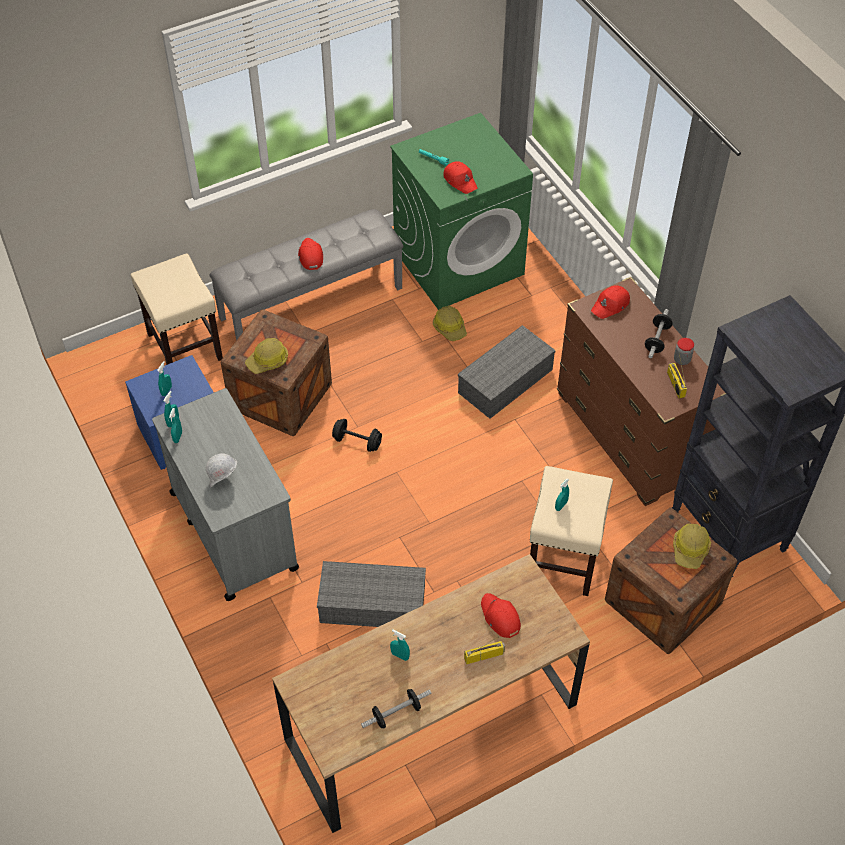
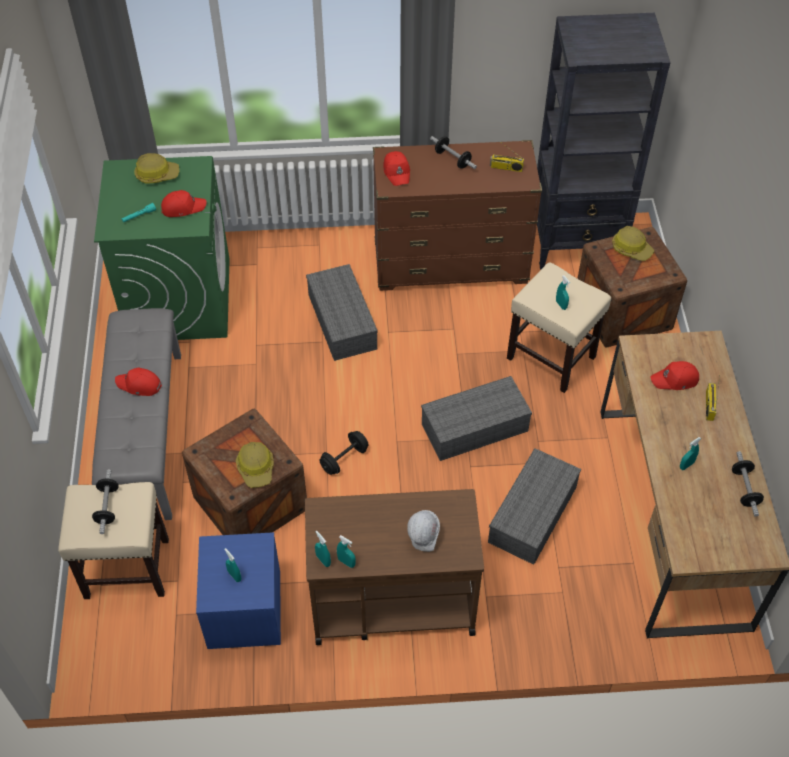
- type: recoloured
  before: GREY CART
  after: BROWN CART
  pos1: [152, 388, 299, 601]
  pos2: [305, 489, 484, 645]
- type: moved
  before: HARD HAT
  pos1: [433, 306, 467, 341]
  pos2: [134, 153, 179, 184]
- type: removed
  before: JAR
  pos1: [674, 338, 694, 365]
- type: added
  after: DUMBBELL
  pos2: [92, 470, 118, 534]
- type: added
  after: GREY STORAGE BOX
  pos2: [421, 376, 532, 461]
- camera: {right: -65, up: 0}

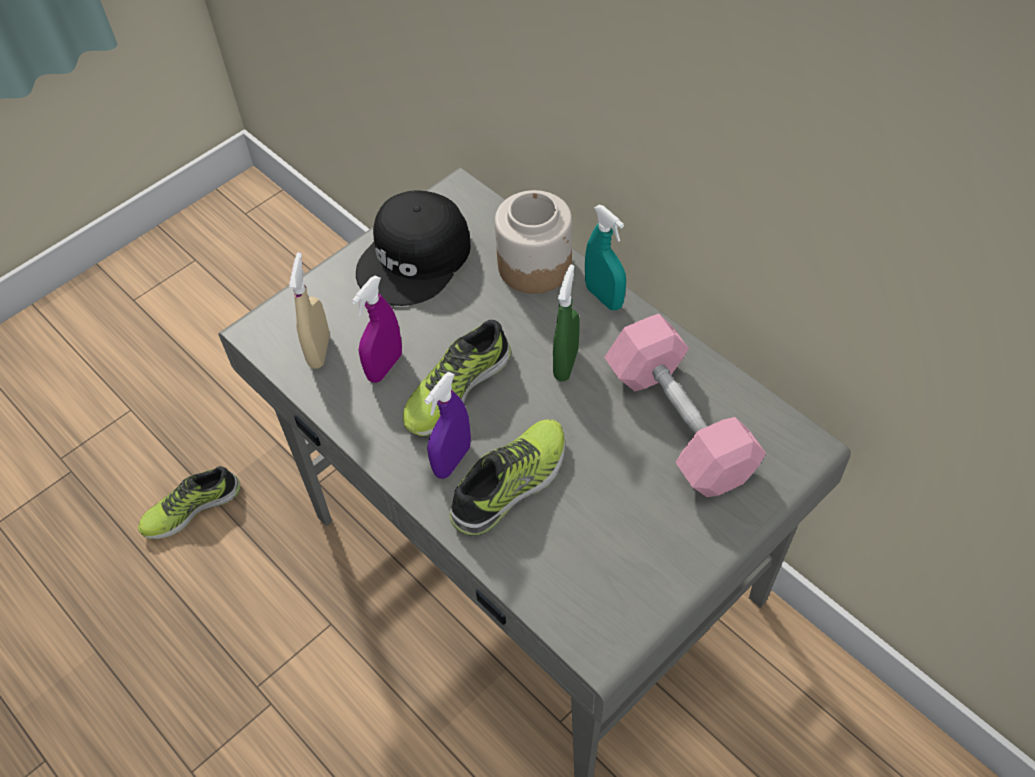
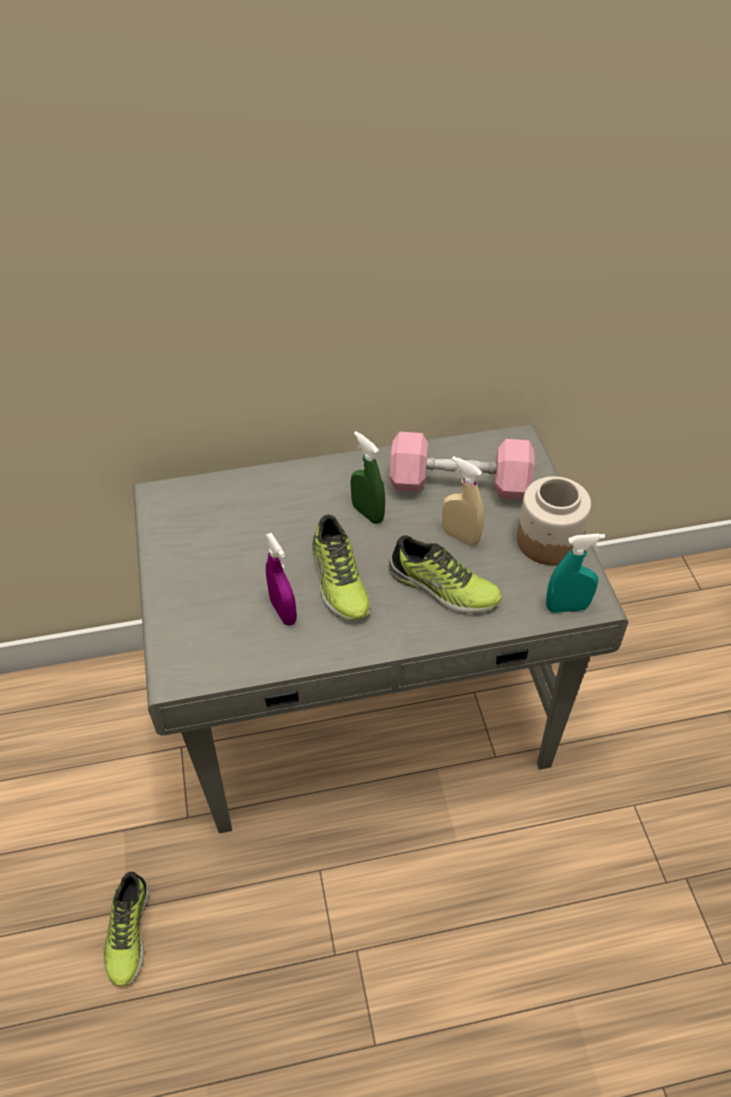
- type: moved
  before: BEIGE SPRAY BOTTLE
  pos1: [289, 252, 330, 369]
  pos2: [442, 456, 484, 546]
- type: removed
  before: BLACK CAP
  pos1: [356, 191, 471, 306]
- type: removed
  before: PURPLE SPRAY BOTTLE
  pos1: [424, 372, 471, 479]
- type: turned
  before: SHOE
  pos1: [449, 419, 565, 536]
  pos2: [388, 535, 502, 614]
  turn: 135
- type: moved
  before: JAR
  pos1: [495, 190, 572, 294]
  pos2: [517, 476, 591, 565]
- type: moved
  before: TURQUOISE SPRAY BOTTLE
  pos1: [585, 205, 626, 310]
  pos2: [546, 533, 605, 613]
- camera: {right: -60, up: -5}

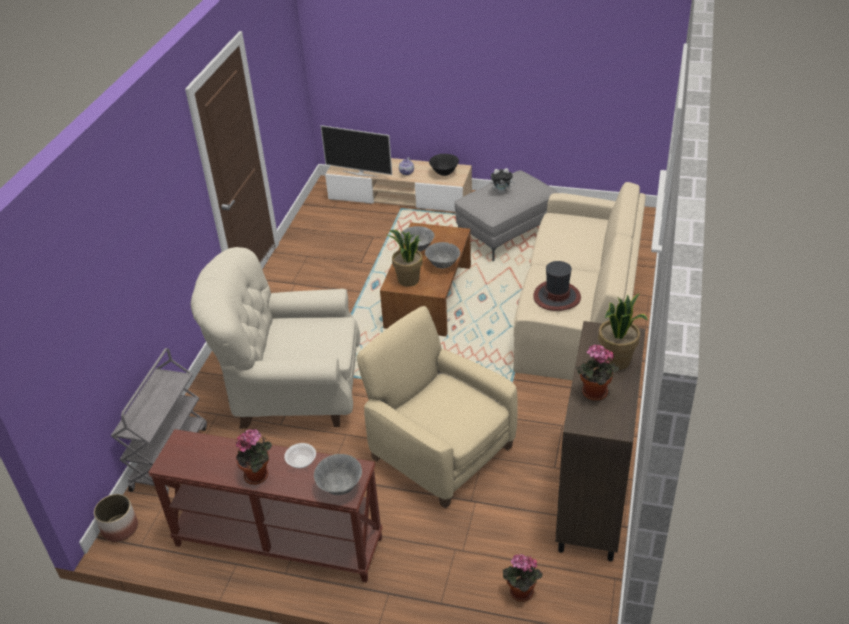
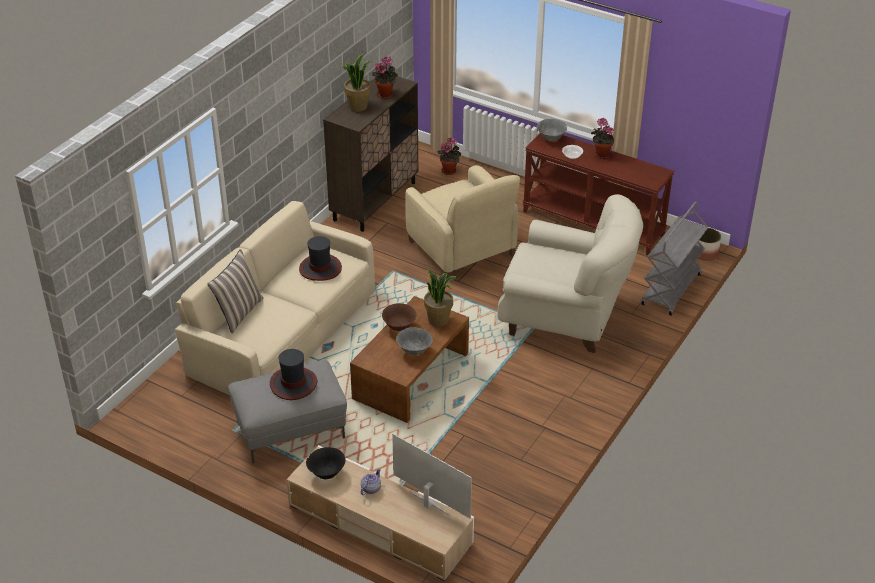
- type: recoloured
  before: GREY BOWL
  after: BROWN BOWL
  pos1: [425, 242, 460, 268]
  pos2: [382, 303, 416, 331]
- type: replaced
  before: PLUSH TOY
  after: HAT
  pos1: [490, 168, 515, 194]
  pos2: [270, 349, 317, 400]
- type: added
  after: PILLOW
  pos2: [208, 249, 264, 333]
- camera: {right: -165, up: 0}

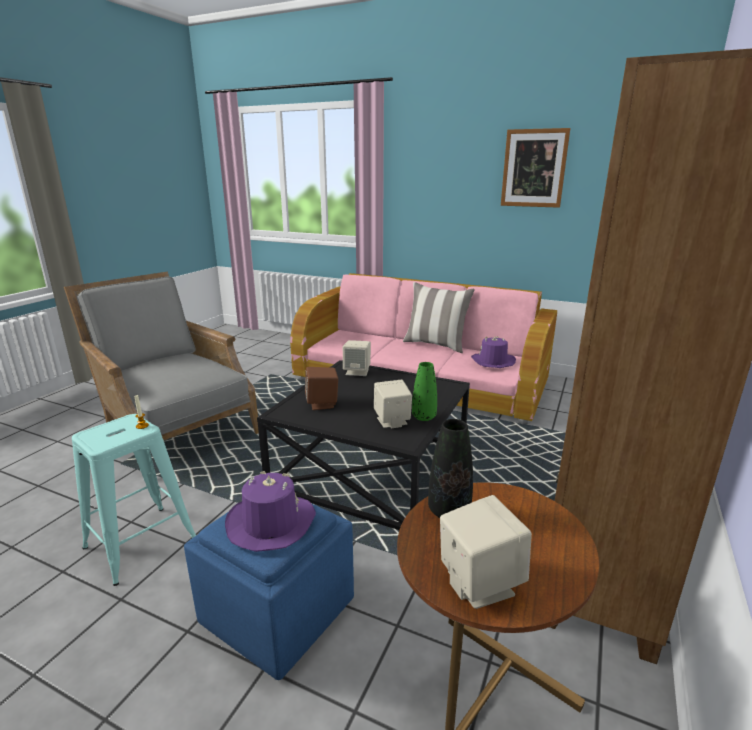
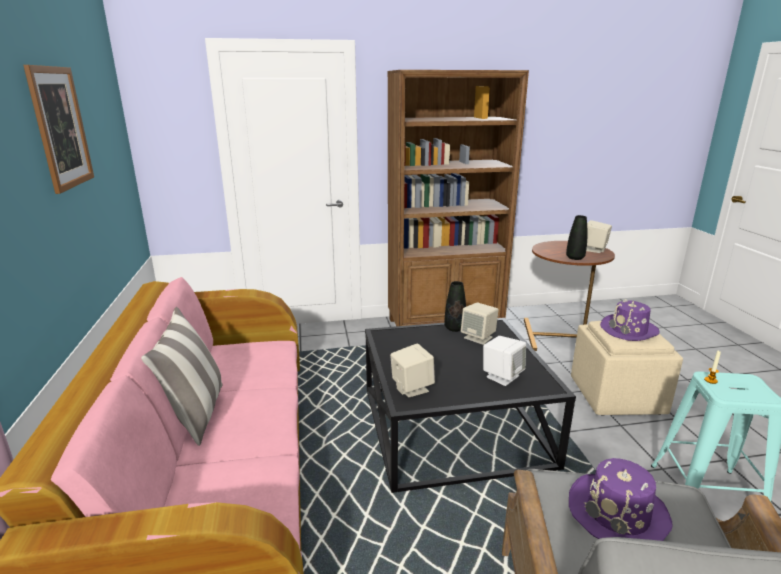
- type: recoloured
  before: BLUE OTTOMAN
  after: BEIGE OTTOMAN
  pos1: [184, 503, 354, 680]
  pos2: [571, 321, 683, 415]
- type: recoloured
  before: BROWN SPEAKER
  after: WHITE SPEAKER
  pos1: [305, 367, 338, 410]
  pos2: [483, 336, 526, 386]
- type: recoloured
  before: GREEN VASE
  after: BLACK VASE
  pos1: [412, 362, 437, 421]
  pos2: [445, 281, 466, 332]
- type: moved
  before: PURPLE HAT
  pos1: [471, 336, 516, 368]
  pos2: [569, 458, 673, 541]
- camera: {right: -125, up: 0}

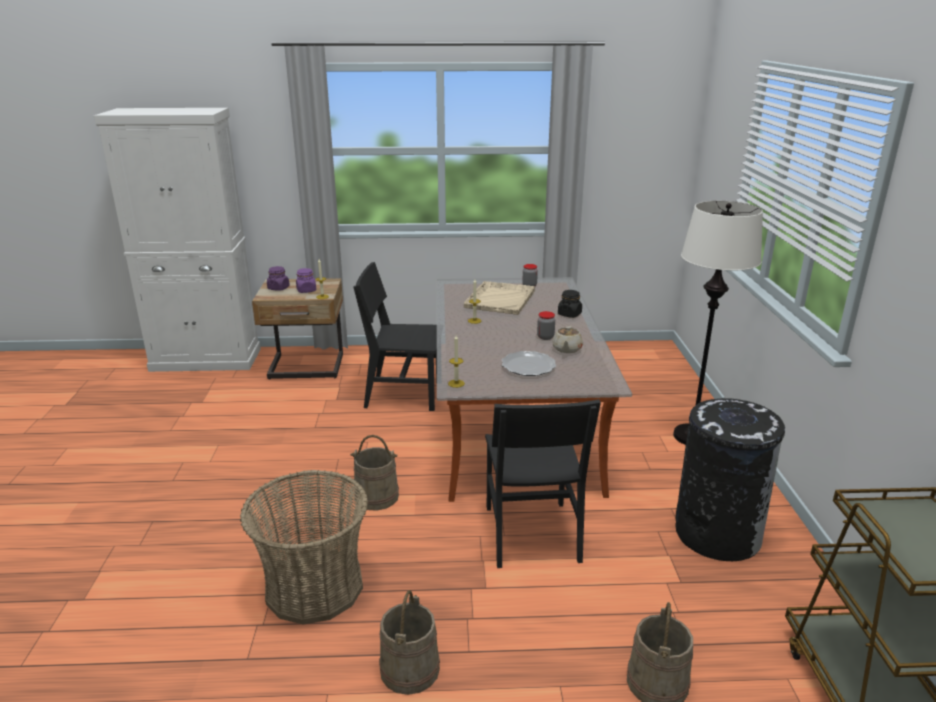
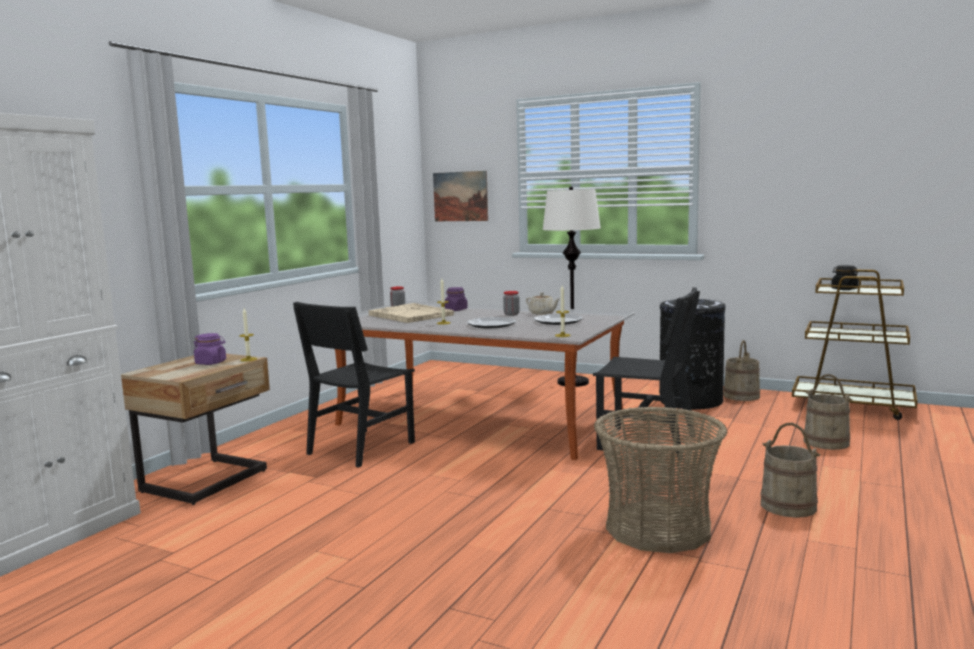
- type: moved
  before: PURPLE JAR
  pos1: [267, 266, 290, 291]
  pos2: [445, 287, 468, 311]
- type: moved
  before: BEIGE BUCKET
  pos1: [350, 435, 399, 510]
  pos2: [723, 340, 761, 401]
- type: moved
  before: BLACK JAR
  pos1: [558, 290, 582, 318]
  pos2: [831, 265, 859, 290]
- type: added
  after: PICTURE
  pos2: [433, 171, 488, 221]
- type: added
  after: PLATE
  pos2: [467, 317, 516, 328]
- camera: {right: -60, up: -15}

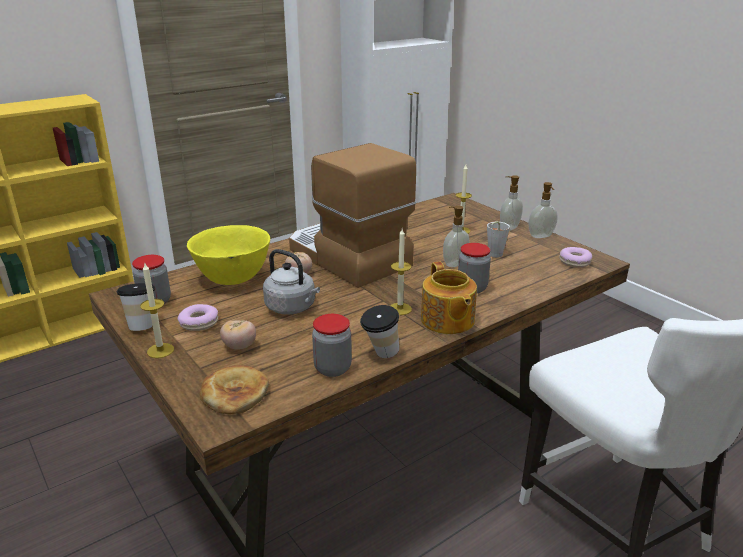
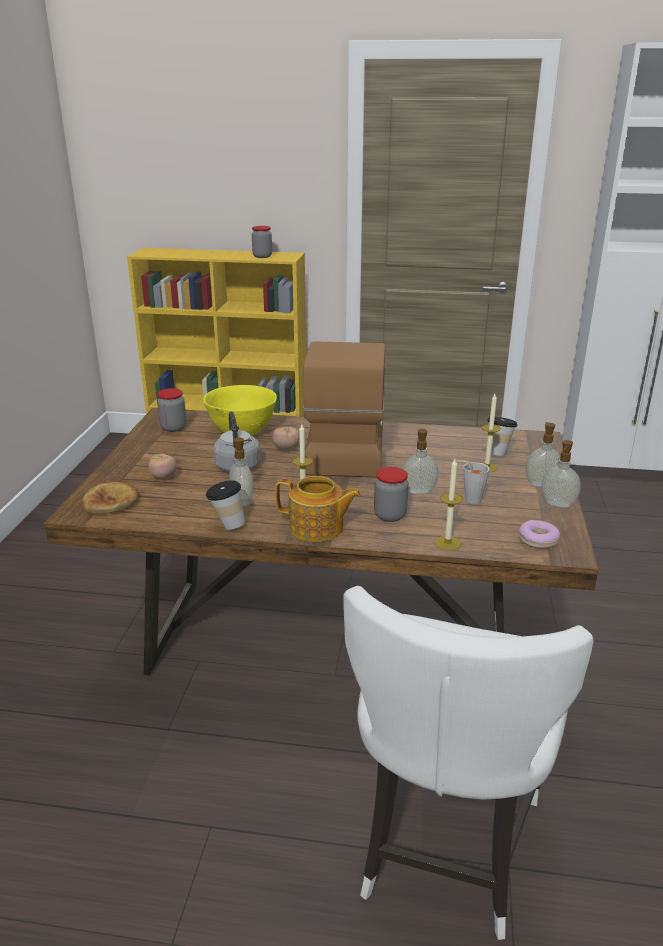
- type: moved
  before: CUP
  pos1: [116, 283, 155, 331]
  pos2: [487, 417, 518, 456]
- type: moved
  before: CANDLE
  pos1: [140, 262, 174, 358]
  pos2: [435, 459, 463, 550]
- type: removed
  before: DONUT
  pos1: [178, 304, 218, 331]
- type: moved
  before: JAR
  pos1: [312, 314, 352, 377]
  pos2: [252, 226, 272, 258]
- type: turned
  before: TEAPOT
  pos1: [421, 262, 477, 334]
  pos2: [275, 476, 361, 542]
  turn: -105
- type: added
  after: SOAP DISPENSER
  pos2: [229, 438, 253, 506]
- camera: {right: 45, up: 0}

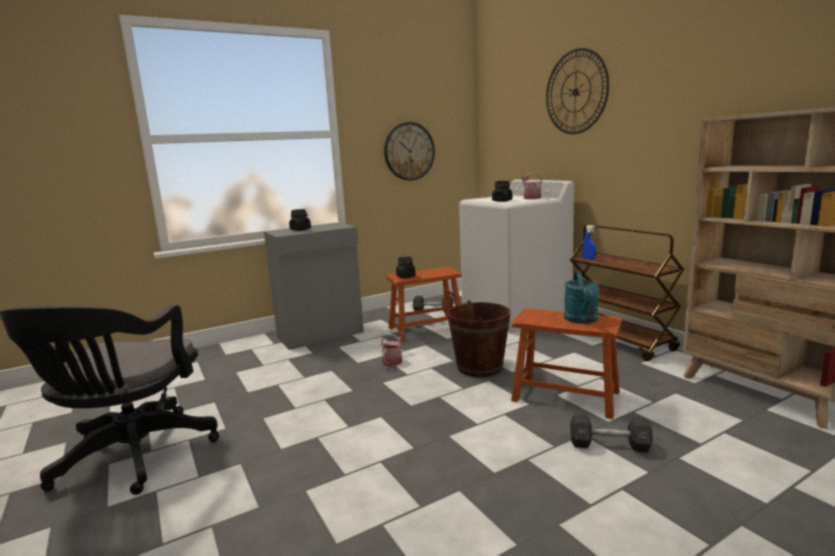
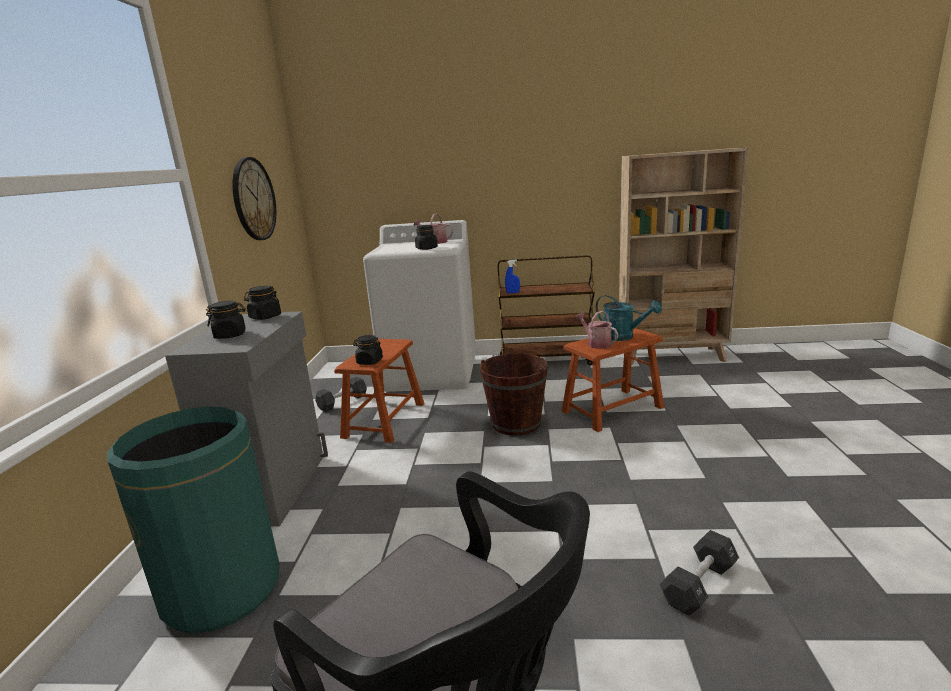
- type: moved
  before: WATERING CAN
  pos1: [381, 332, 405, 366]
  pos2: [575, 311, 618, 349]
- type: removed
  before: WALL CLOCK
  pos1: [546, 48, 609, 134]
- type: moved
  before: BLACK DUMBBELL
  pos1: [570, 414, 653, 452]
  pos2: [660, 530, 739, 616]
- type: added
  after: GREEN TRASH CAN
  pos2: [107, 406, 280, 634]
- type: added
  after: BLACK JAR
  pos2: [244, 286, 281, 320]
- camera: {right: -55, up: 5}

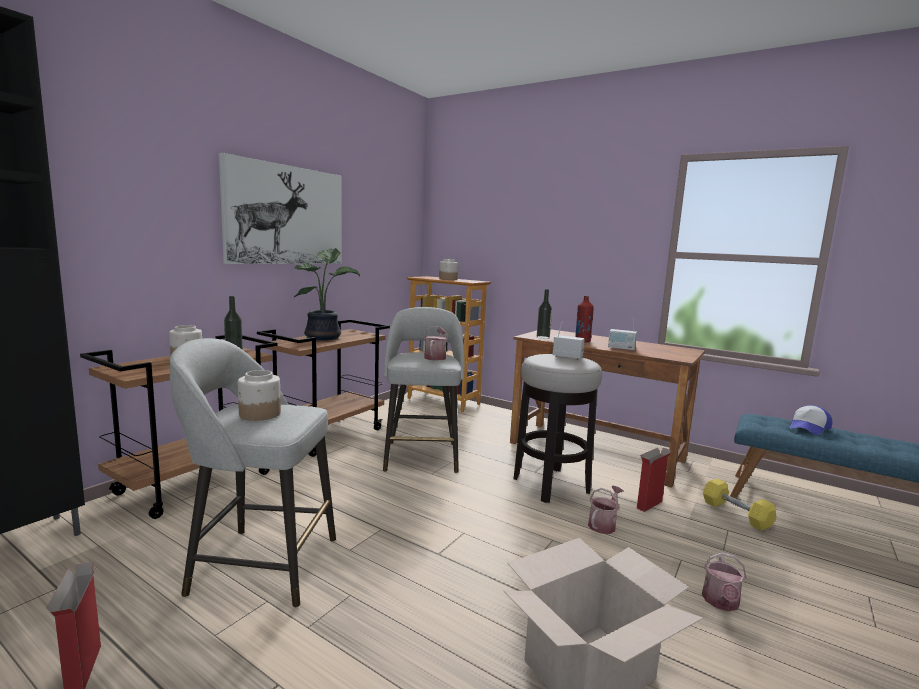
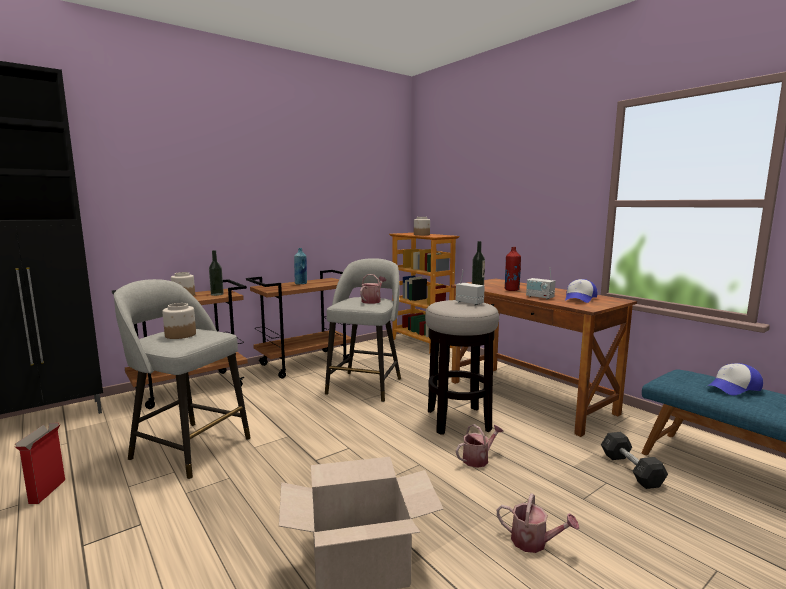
- type: removed
  before: PICTURE
  pos1: [219, 153, 342, 264]
- type: replaced
  before: POTTED PLANT
  after: BLUE BOTTLE
  pos1: [294, 248, 360, 341]
  pos2: [294, 248, 307, 284]
- type: removed
  before: CARDBOARD BOX
  pos1: [637, 448, 672, 512]
- type: turned
  before: WATERING CAN
  pos1: [702, 552, 747, 611]
  pos2: [497, 493, 580, 553]
  turn: -105
- type: recoloured
  before: YELLOW DUMBBELL
  after: GREY DUMBBELL
  pos1: [703, 479, 777, 531]
  pos2: [601, 432, 668, 489]
- type: added
  after: CAP
  pos2: [565, 279, 598, 303]
- camera: {right: 20, up: 0}

